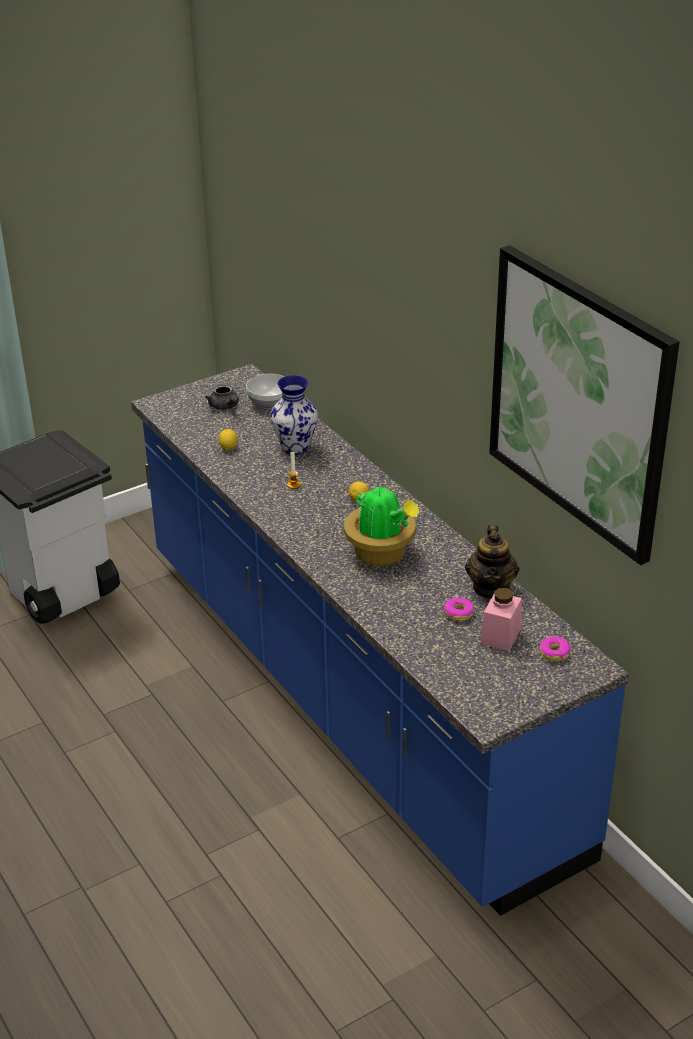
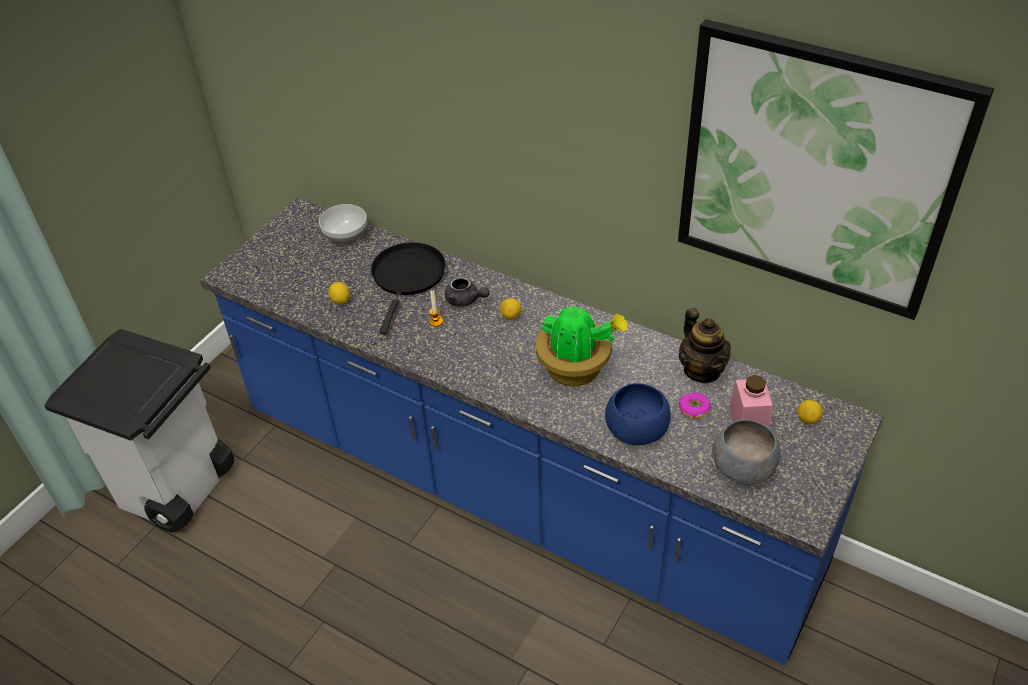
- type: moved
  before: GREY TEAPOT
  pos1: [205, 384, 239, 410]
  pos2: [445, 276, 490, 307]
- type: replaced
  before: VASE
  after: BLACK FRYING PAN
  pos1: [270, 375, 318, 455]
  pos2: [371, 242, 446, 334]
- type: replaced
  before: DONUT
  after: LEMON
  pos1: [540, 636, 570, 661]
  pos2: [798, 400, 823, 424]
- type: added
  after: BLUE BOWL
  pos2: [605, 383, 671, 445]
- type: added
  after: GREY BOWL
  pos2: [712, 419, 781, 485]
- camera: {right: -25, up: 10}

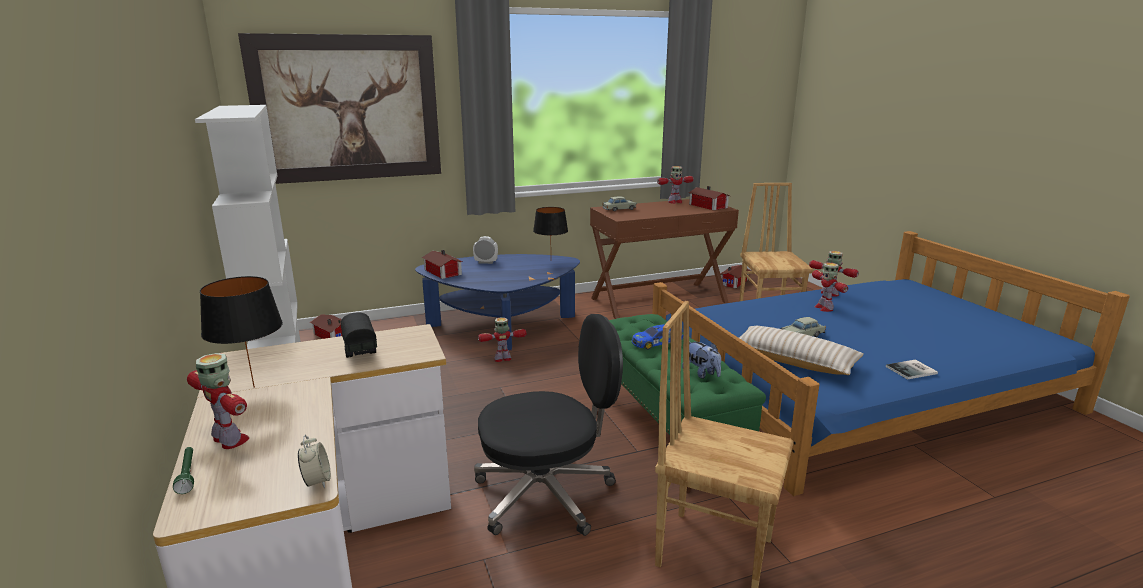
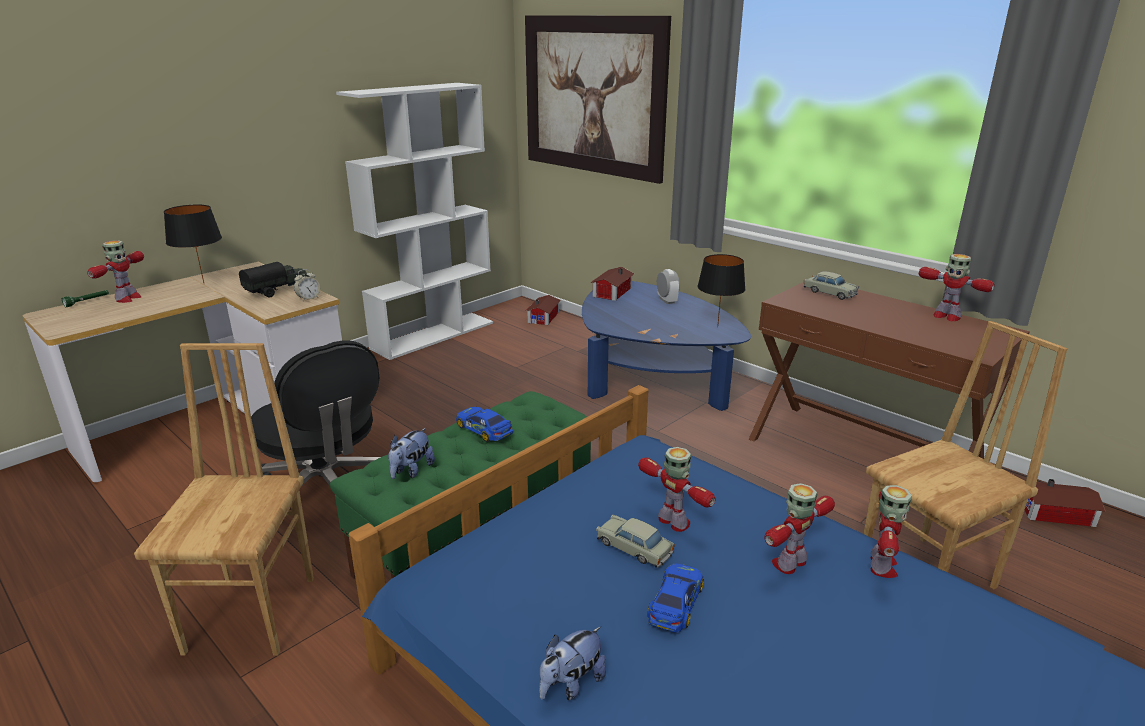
- type: moved
  before: ALARM CLOCK
  pos1: [298, 435, 331, 488]
  pos2: [294, 269, 320, 301]
- type: moved
  before: TOY ROBOT
  pos1: [478, 317, 527, 362]
  pos2: [638, 447, 716, 532]
- type: removed
  before: TOY HOUSE
  pos1: [689, 186, 730, 210]
- type: removed
  before: BEIGE PILLOW
  pos1: [739, 326, 864, 375]
- type: replaced
  before: BOOK
  after: PLUSH TOY
  pos1: [886, 360, 938, 380]
  pos2: [539, 627, 606, 700]
- type: added
  after: TOY CAR
  pos2: [647, 563, 704, 633]
- camera: {right: 65, up: 5}

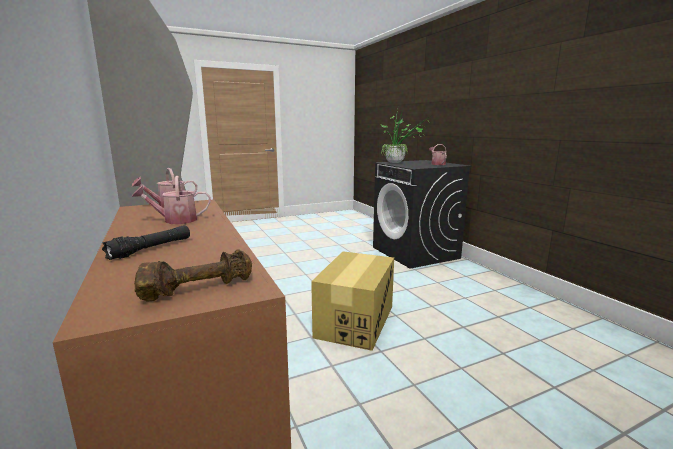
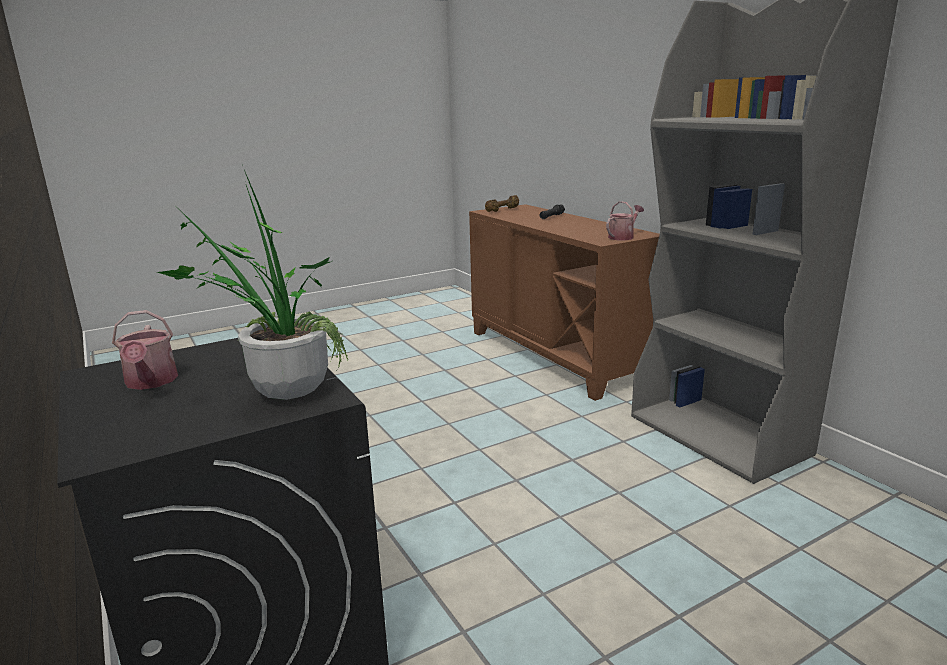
- type: removed
  before: WATERING CAN
  pos1: [132, 176, 211, 224]
- type: removed
  before: CARDBOARD BOX
  pos1: [311, 251, 394, 351]
- camera: {right: 175, up: 5}

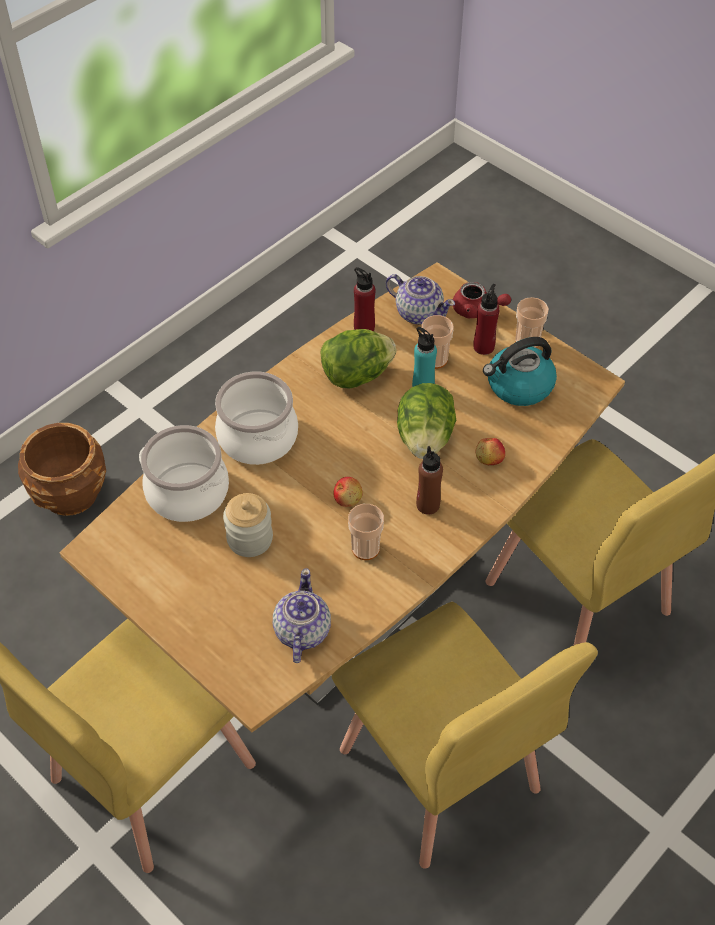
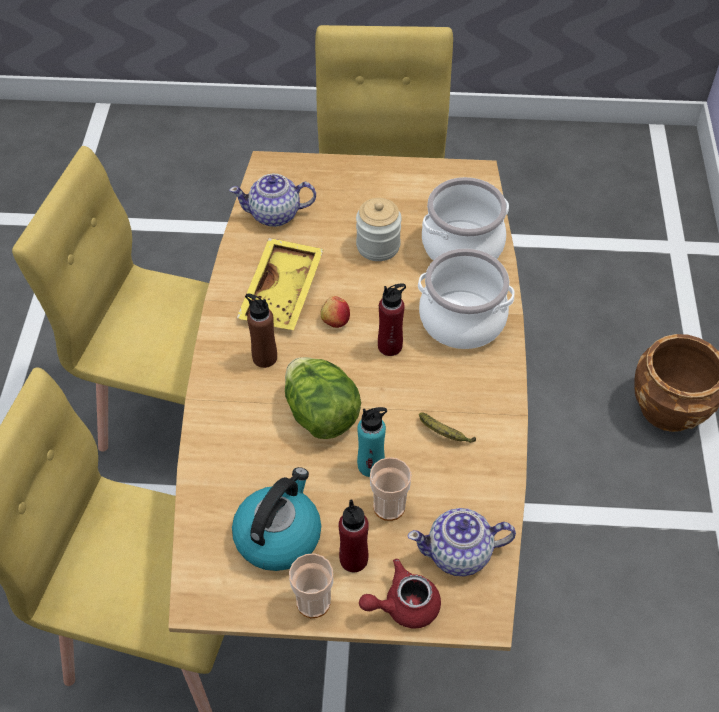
- type: turned
  before: TEAPOT
  pos1: [273, 568, 331, 663]
  pos2: [229, 173, 316, 227]
  turn: 120
- type: replaced
  before: LETTUCE
  after: BANANA
  pos1: [320, 329, 396, 388]
  pos2: [419, 412, 476, 443]
- type: replaced
  before: CUP
  after: YELLOW TRAY
  pos1: [348, 504, 384, 560]
  pos2: [237, 238, 324, 330]
- type: moved
  before: RED BOTTLE
  pos1: [354, 267, 375, 331]
  pos2: [378, 283, 406, 356]
- type: removed
  before: APPLE
  pos1: [476, 438, 505, 465]
- camera: {right: 140, up: 0}

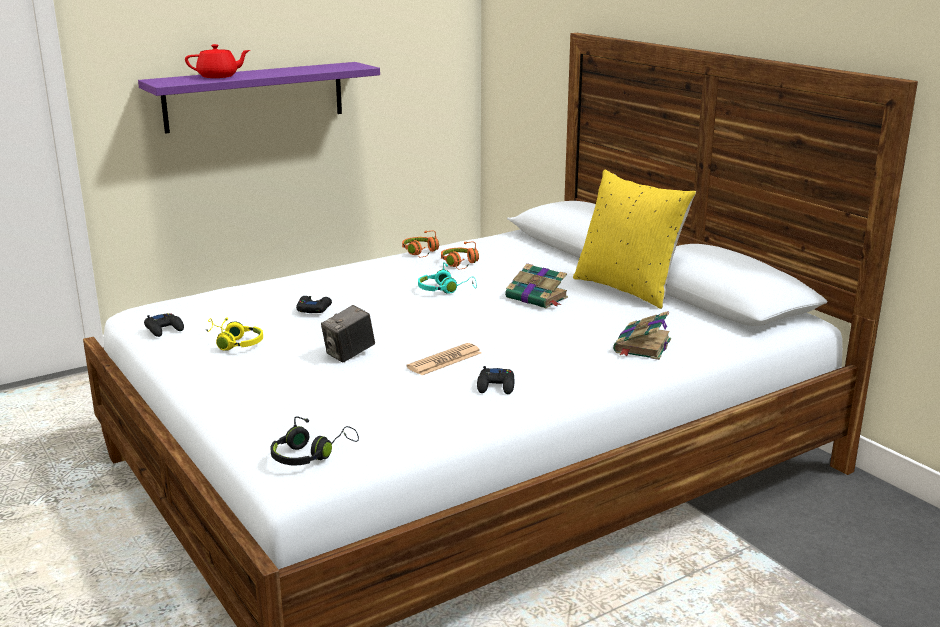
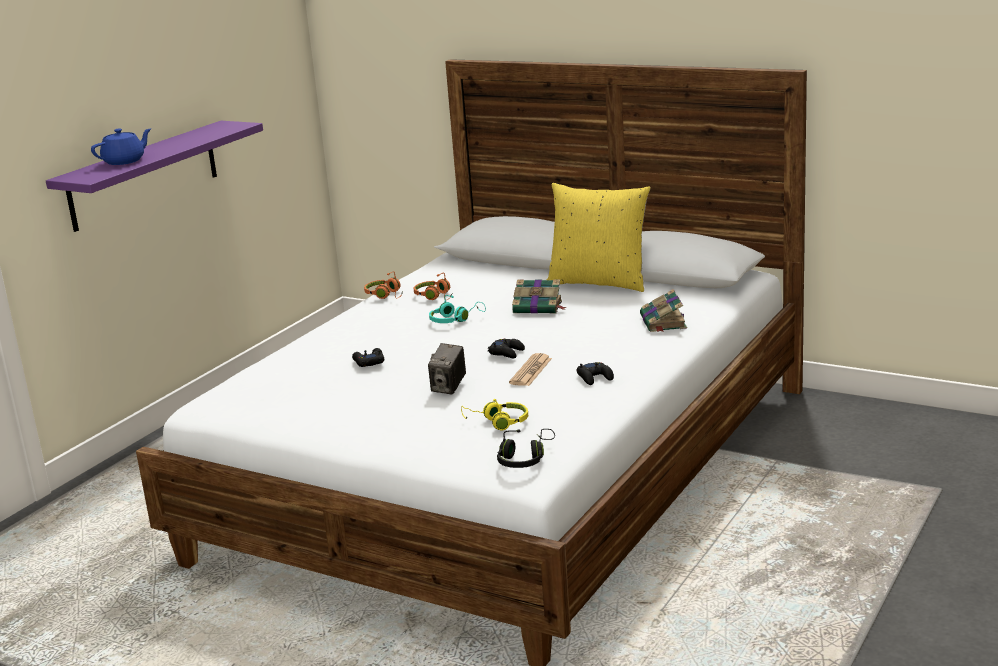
- type: moved
  before: BLACK GAME CONTROLLER
  pos1: [144, 313, 184, 337]
  pos2: [488, 339, 525, 358]
- type: recoloured
  before: RED TEAPOT
  after: BLUE TEAPOT
  pos1: [185, 44, 250, 78]
  pos2: [91, 128, 152, 165]
- type: moved
  before: YELLOW HEADPHONES
  pos1: [206, 318, 263, 351]
  pos2: [461, 399, 528, 430]
- camera: {right: -25, up: 0}

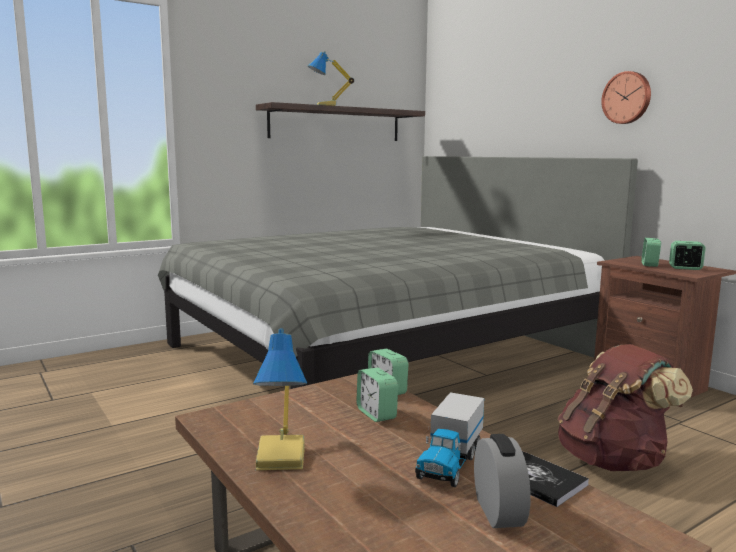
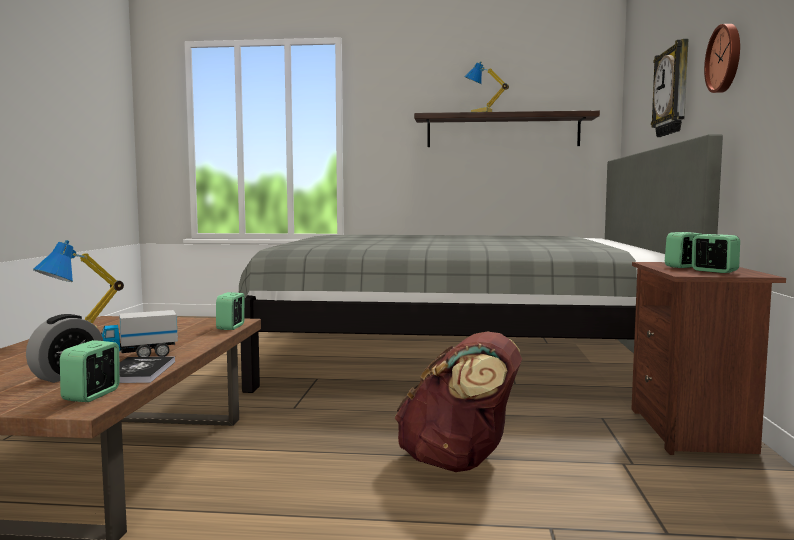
- type: moved
  before: ALARM CLOCK
  pos1: [356, 368, 398, 422]
  pos2: [60, 340, 120, 402]
- type: added
  after: WALL CLOCK
  pos2: [651, 39, 688, 137]
- camera: {right: 40, up: -5}

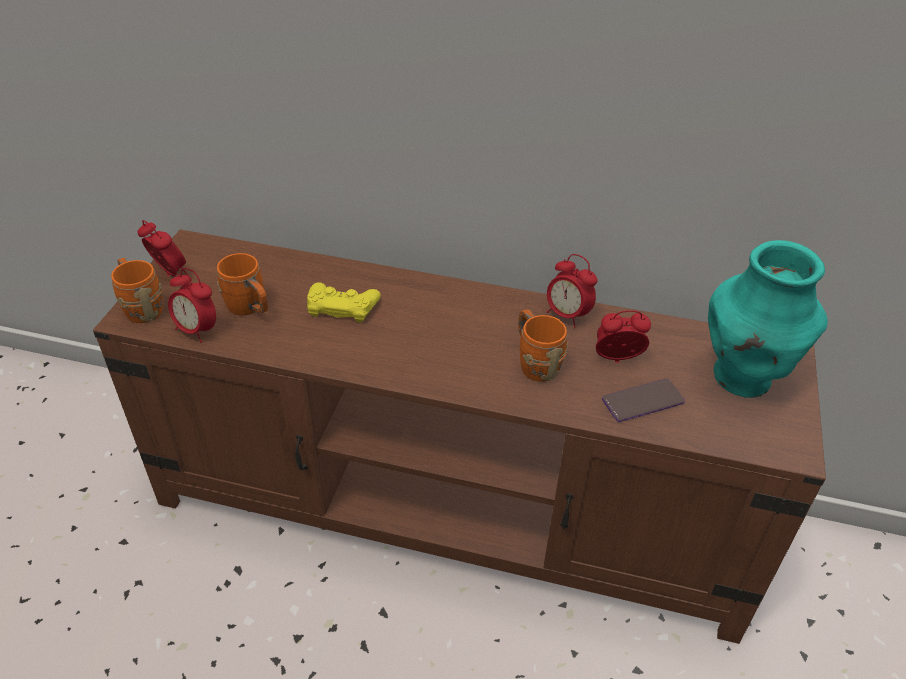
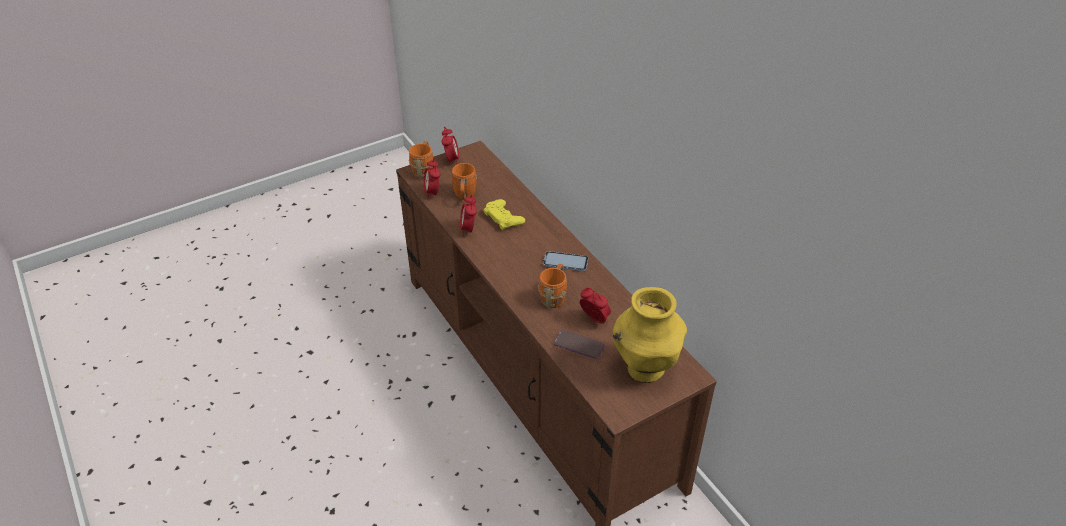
- type: moved
  before: ALARM CLOCK
  pos1: [547, 254, 597, 328]
  pos2: [460, 195, 477, 236]
- type: recoloured
  before: TURQUOISE VASE
  after: YELLOW VASE
  pos1: [708, 240, 828, 398]
  pos2: [613, 287, 687, 383]
- type: added
  after: PHONE
  pos2: [543, 251, 588, 271]
- camera: {right: 45, up: 0}

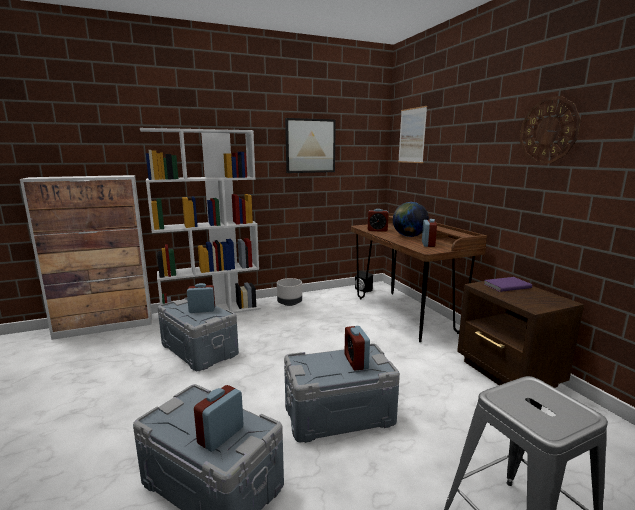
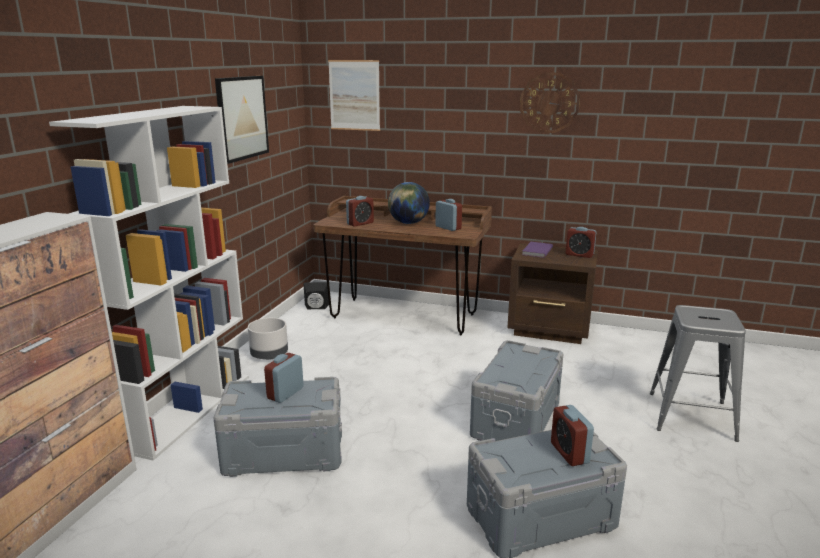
- type: moved
  before: ALARM CLOCK
  pos1: [345, 326, 370, 371]
  pos2: [565, 227, 596, 258]
- camera: {right: -50, up: 5}

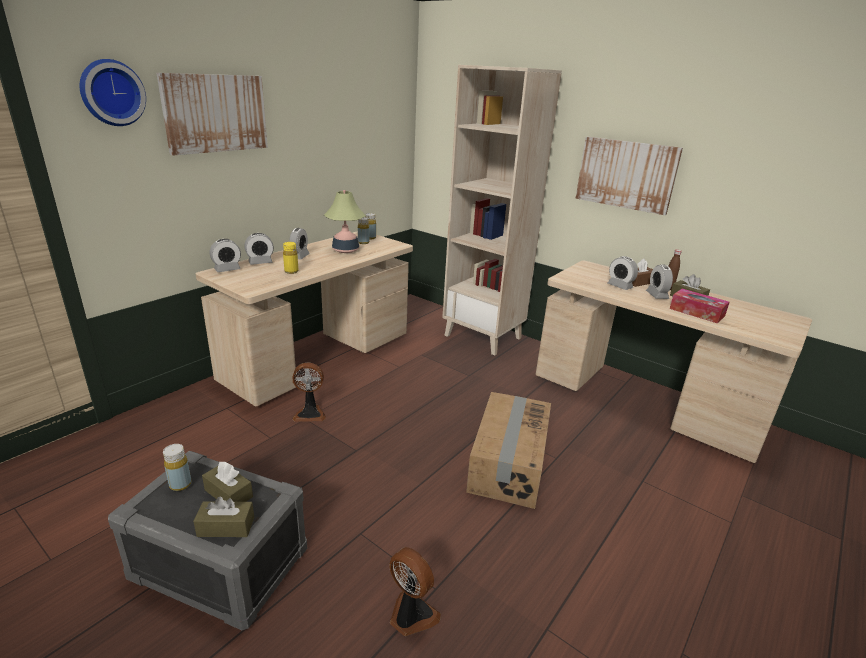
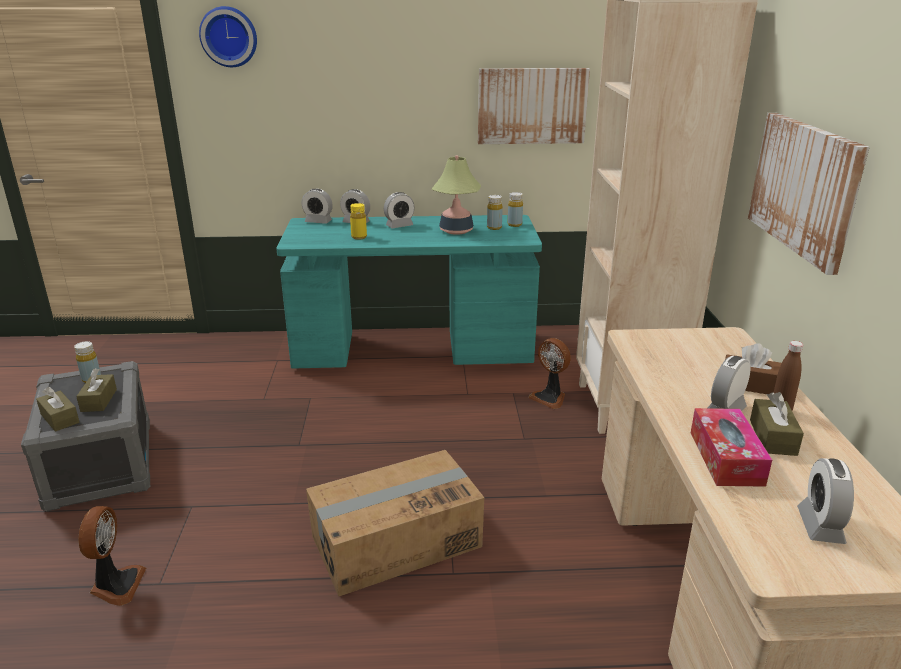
- type: moved
  before: PICTURE
  pos1: [156, 73, 268, 156]
  pos2: [478, 68, 590, 144]
- type: recoloured
  before: BEIGE DESK
  after: TURQUOISE DESK
  pos1: [196, 231, 413, 406]
  pos2: [276, 215, 542, 368]
- type: moved
  before: FAN
  pos1: [292, 363, 326, 422]
  pos2: [528, 338, 571, 409]
- type: moved
  before: ALARM CLOCK
  pos1: [608, 256, 638, 290]
  pos2: [797, 458, 854, 544]
- camera: {right: 50, up: 0}

